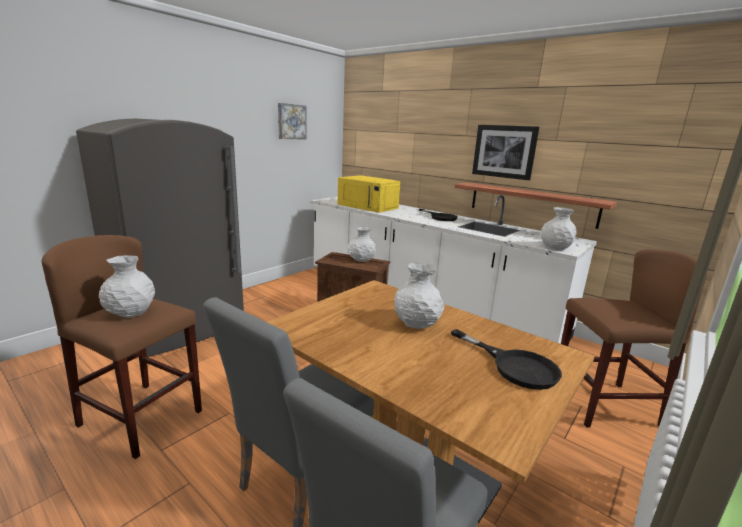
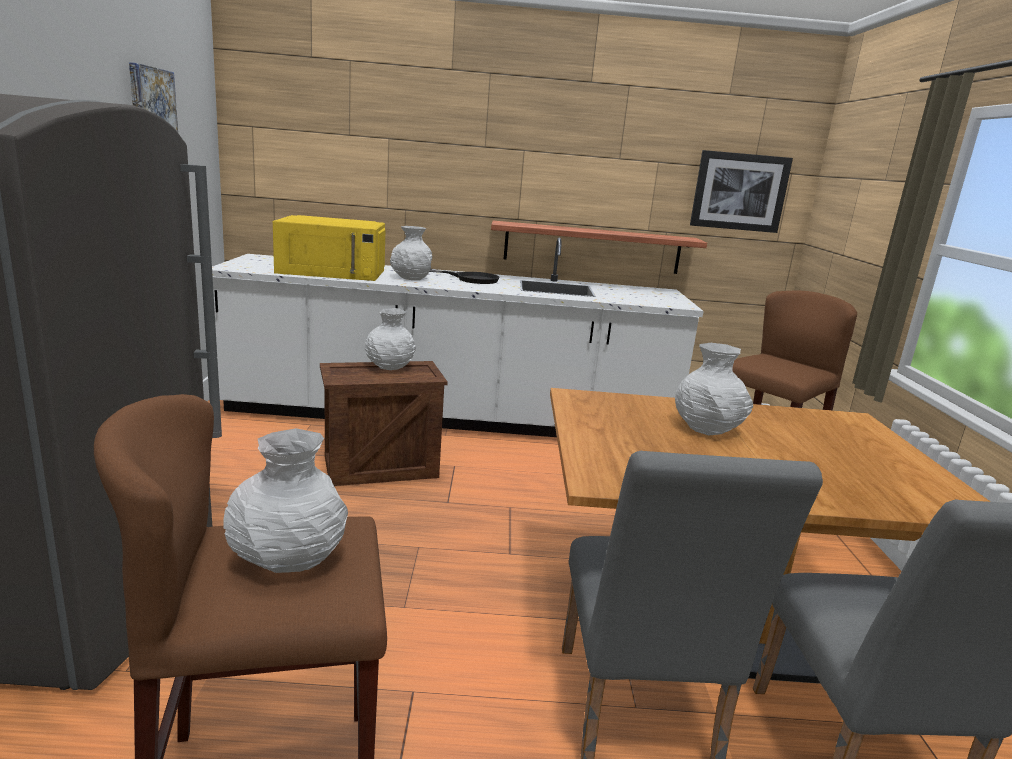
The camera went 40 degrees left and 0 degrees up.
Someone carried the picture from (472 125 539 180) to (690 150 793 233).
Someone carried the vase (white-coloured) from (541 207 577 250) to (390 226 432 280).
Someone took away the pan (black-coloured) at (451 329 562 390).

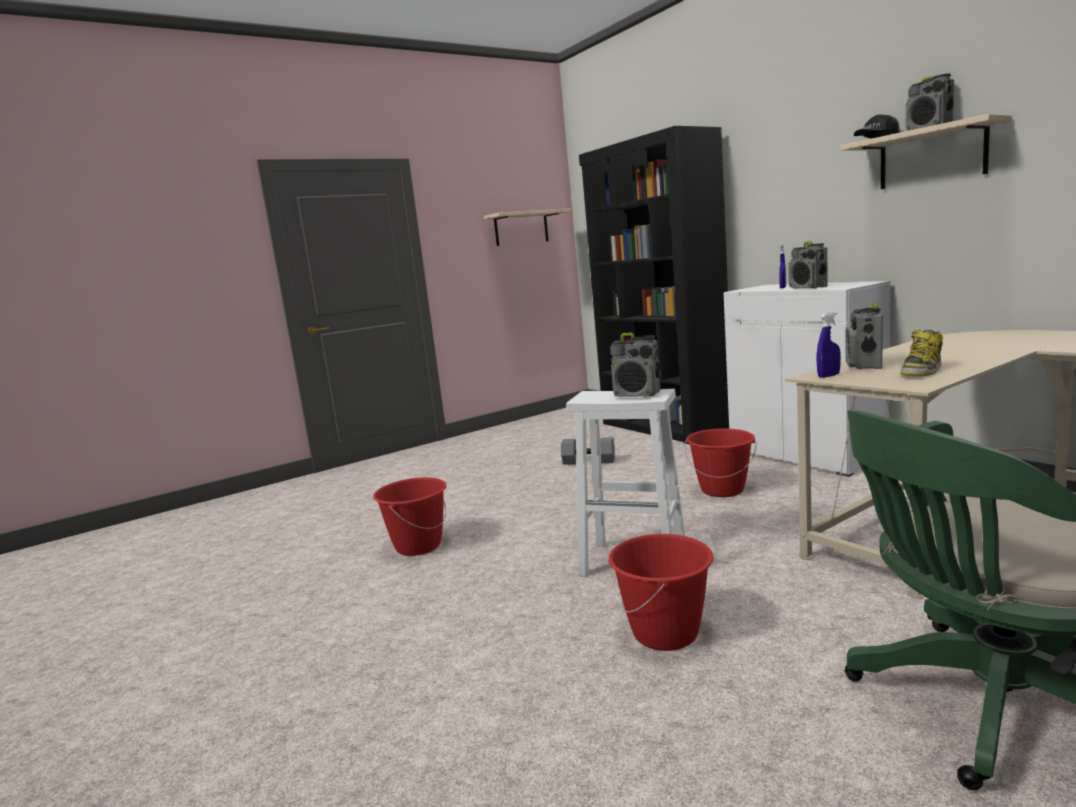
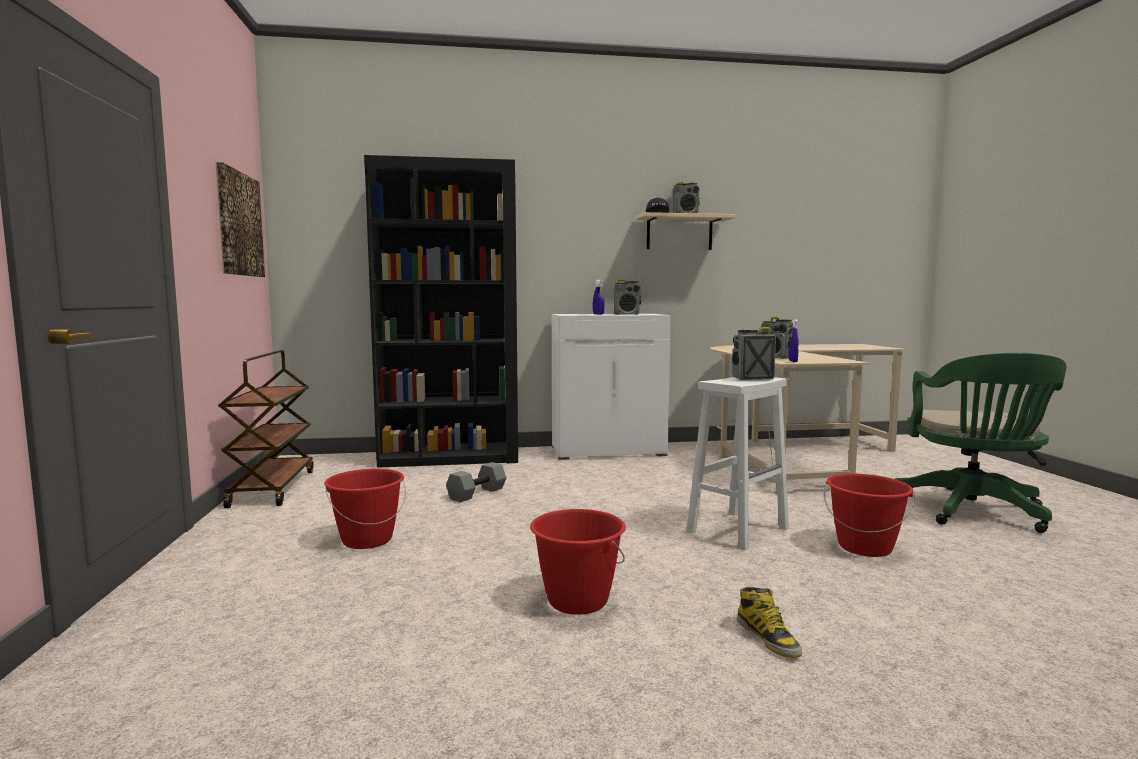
The camera went 65 degrees left and 5 degrees down.
Someone swapped the shelf (sand-coloured) at (484 208 571 246) for the picture at (216 162 265 277).
Someone carried the boot from (900 330 943 376) to (737 587 802 658).
Someone rotated the radio at (610 333 661 397) by 150 degrees counterclockwise.
Someone carried the pail (red-coloured) from (685 428 756 497) to (324 469 406 549).
Someone put down the cart (brown-coloured) at (218 350 314 508).

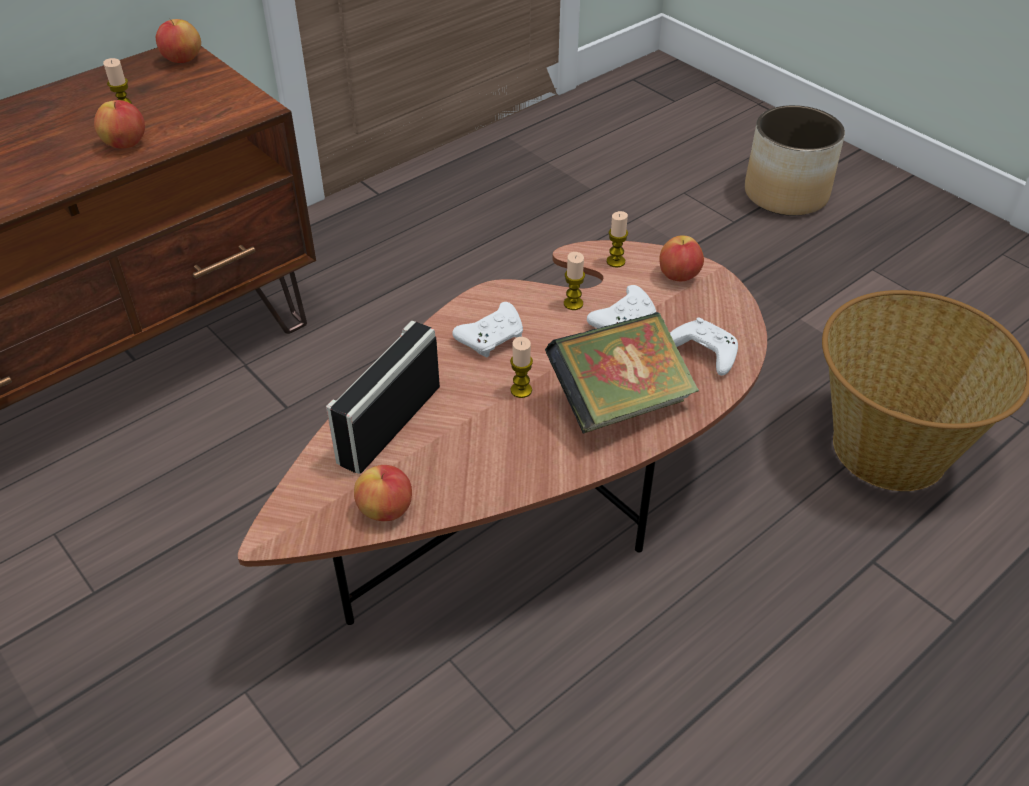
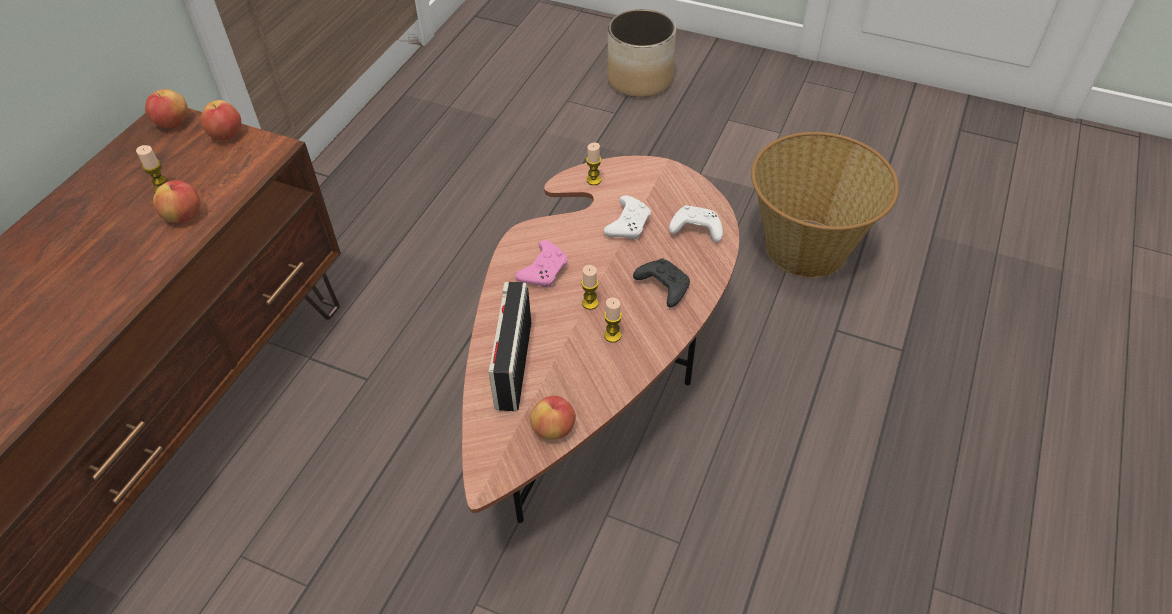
The camera went 25 degrees left and 5 degrees up.
Someone carried the apple fruit from (659 236 704 281) to (201 100 241 140).
Someone carried the wax candle from (564 252 585 310) to (604 297 622 343).
Someone repainted the gamepad (white-coloured) at (452 302 523 357), which became the gamepad (pink) at (515 240 568 288).
Someone swapped the volume at (545 312 699 433) for the gamepad (black-coloured) at (633 258 690 308).

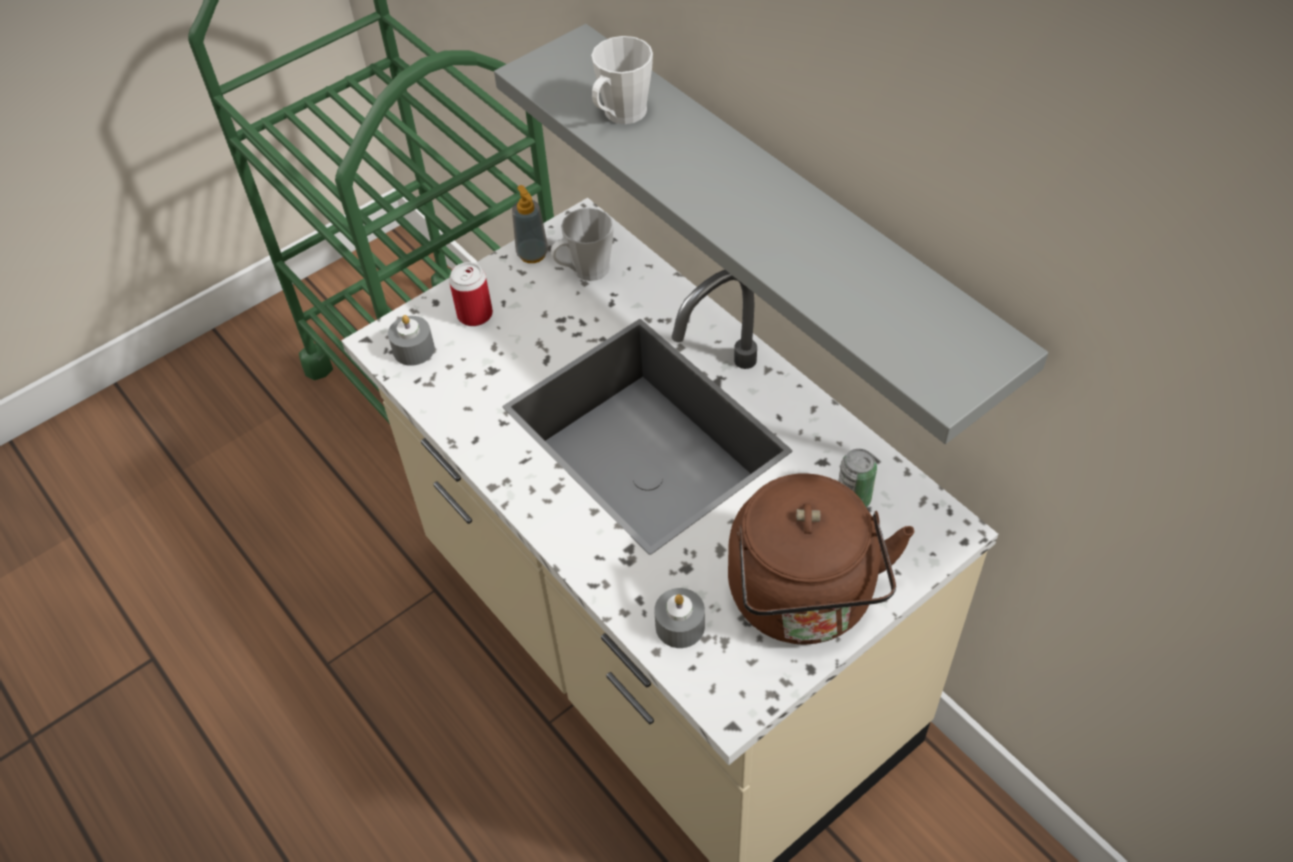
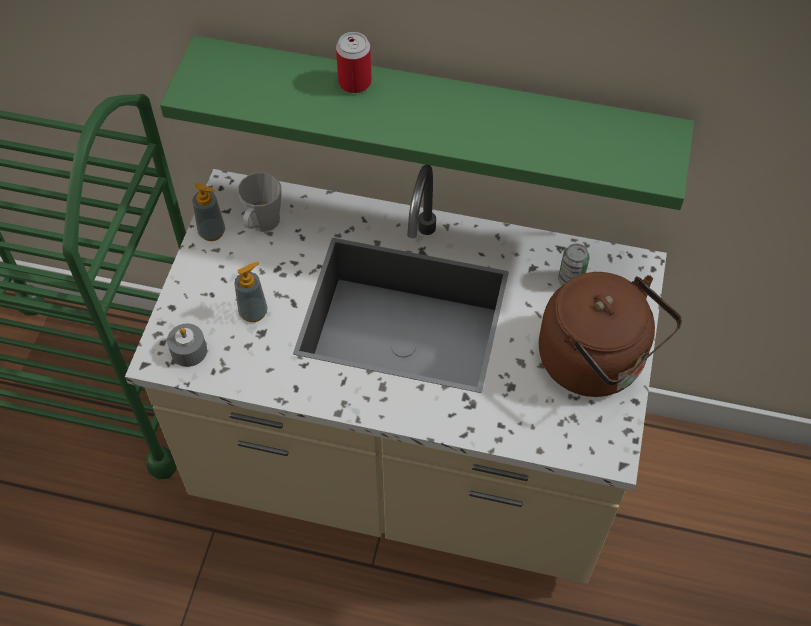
The camera went 40 degrees left and 5 degrees up.
Someone repainted the shelf (gray) at (494 24 1048 444), which became the shelf (green) at (160 36 694 210).
Someone took away the tea mug (white-coloured) at (591 36 653 124).
Someone carried the can from (449 262 493 326) to (336 32 372 93).
Someone took away the wax candle (gray) at (654 588 705 648).
Someone put down the soap bottle at (234 262 268 322).

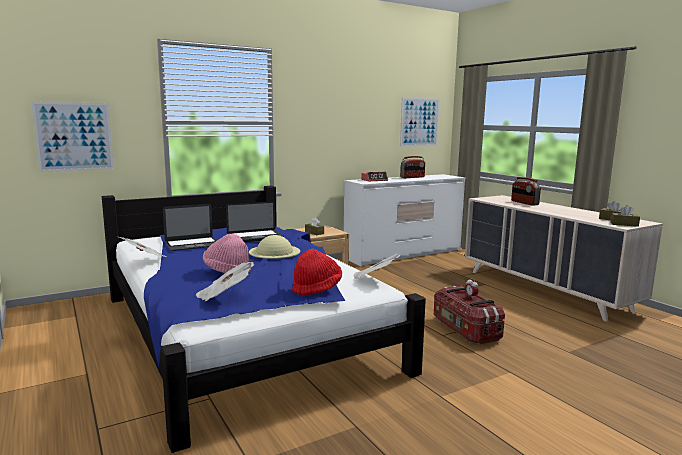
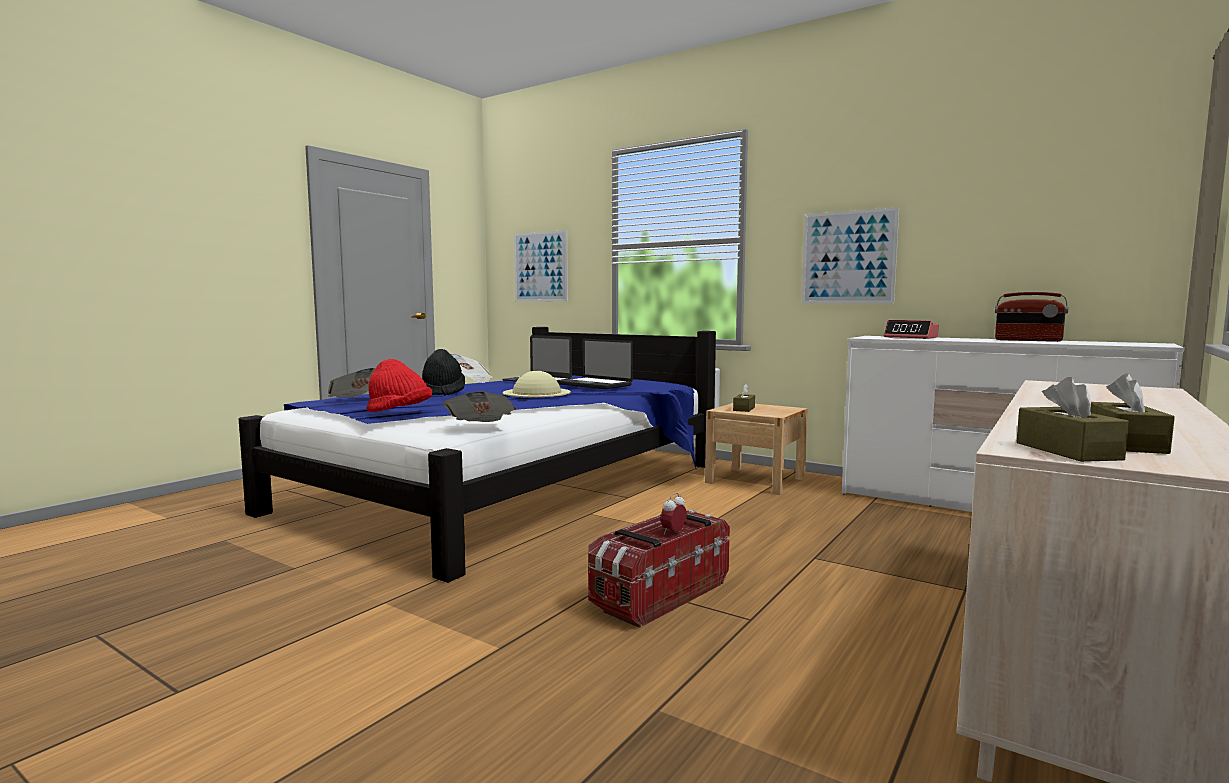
The camera went 65 degrees right and 5 degrees down.
Someone carried the picture from (400 97 439 147) to (802 207 899 304).
Someone took away the radio at (511 177 541 206).
Someone repainted the wearable hat (pink) at (203 234 251 273), which became the wearable hat (black-coloured) at (422 349 465 396).

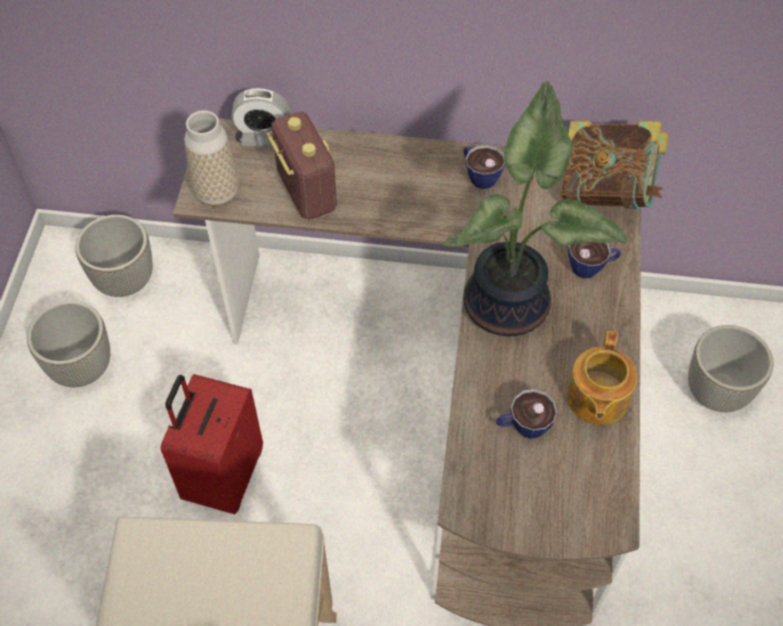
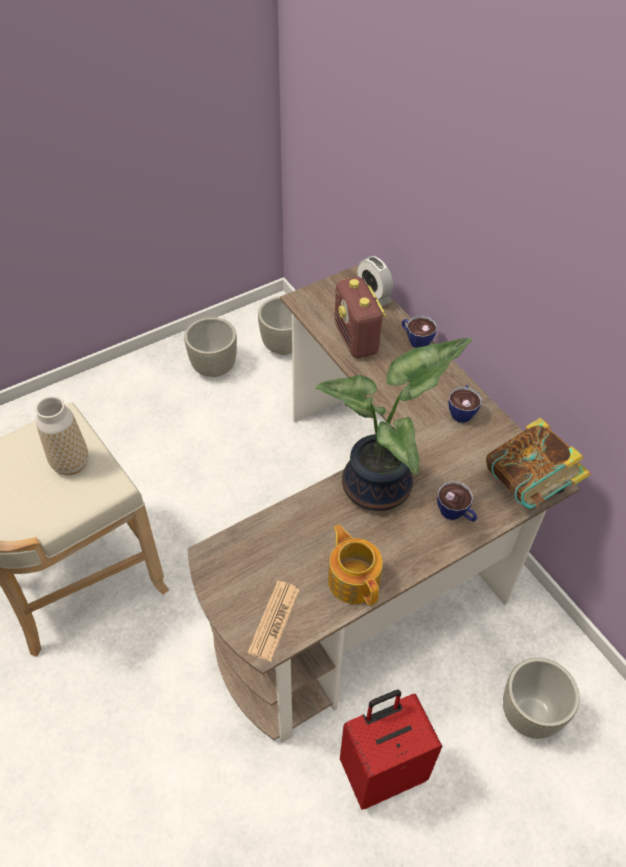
The camera went 50 degrees right and 5 degrees down.
Someone carried the vase from (184 110 239 207) to (35 396 88 475).
Someone rotated the radio at (267 111 337 220) by 135 degrees clockwise.
Someone rotated the tea pot at (566 331 637 425) by 90 degrees clockwise.
Someone carried the travel case (red-coloured) from (161 374 263 514) to (340 690 442 810).
Someone carried the cup from (496 389 557 439) to (402 316 437 348).
Someone put down the newspaper at (247 581 300 661).

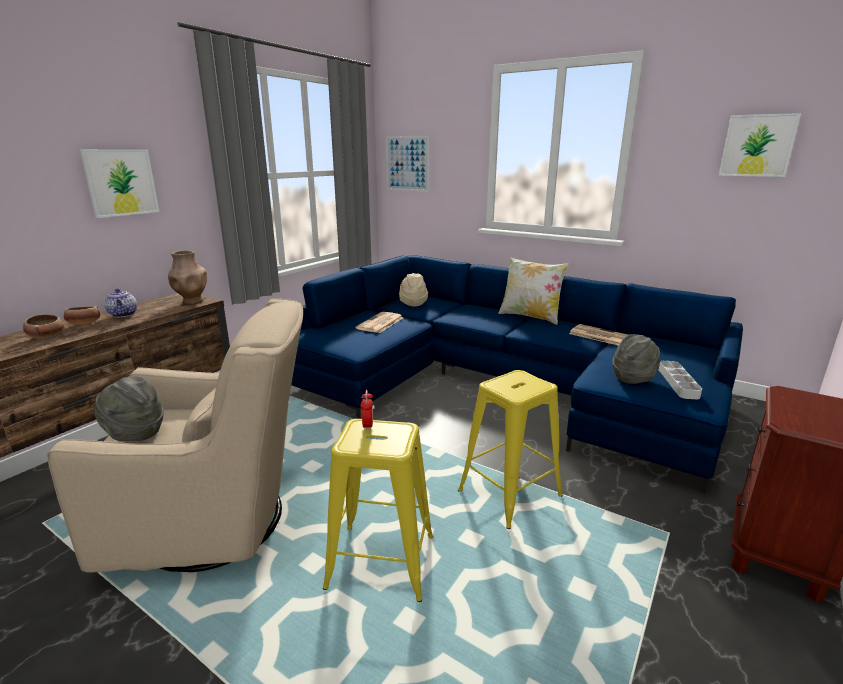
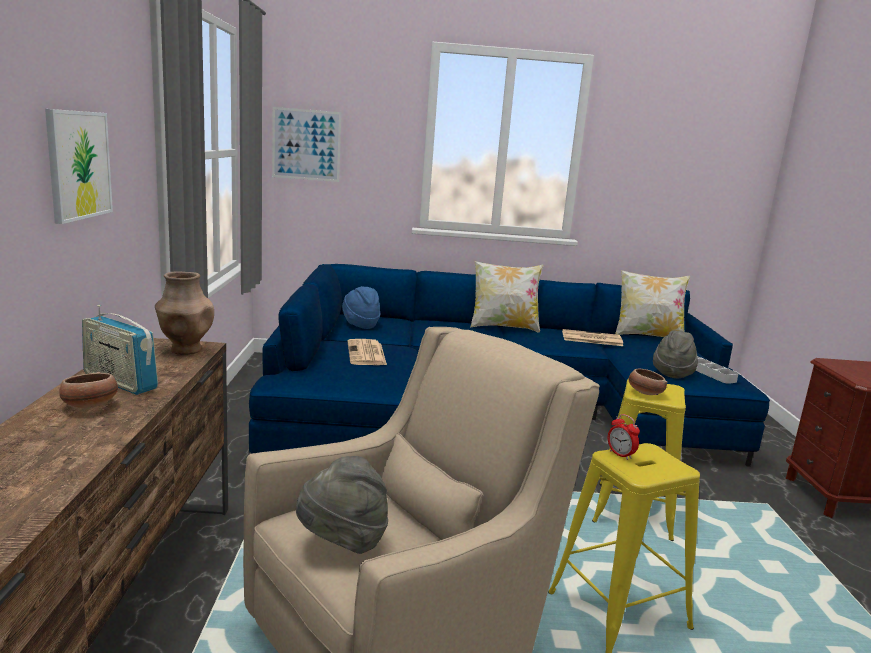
The camera went 35 degrees left and 5 degrees down.
Someone took away the picture at (718 113 801 177).
Someone repainted the wearable hat (sand-coloured) at (399 273 428 306), which became the wearable hat (blue) at (342 286 381 329).
Someone swapped the tea pot at (104 288 137 317) for the radio at (82 305 158 395).
Someone carried the bowl from (23 314 64 338) to (629 368 667 395).
Someone put down the cushion at (615 270 690 337).

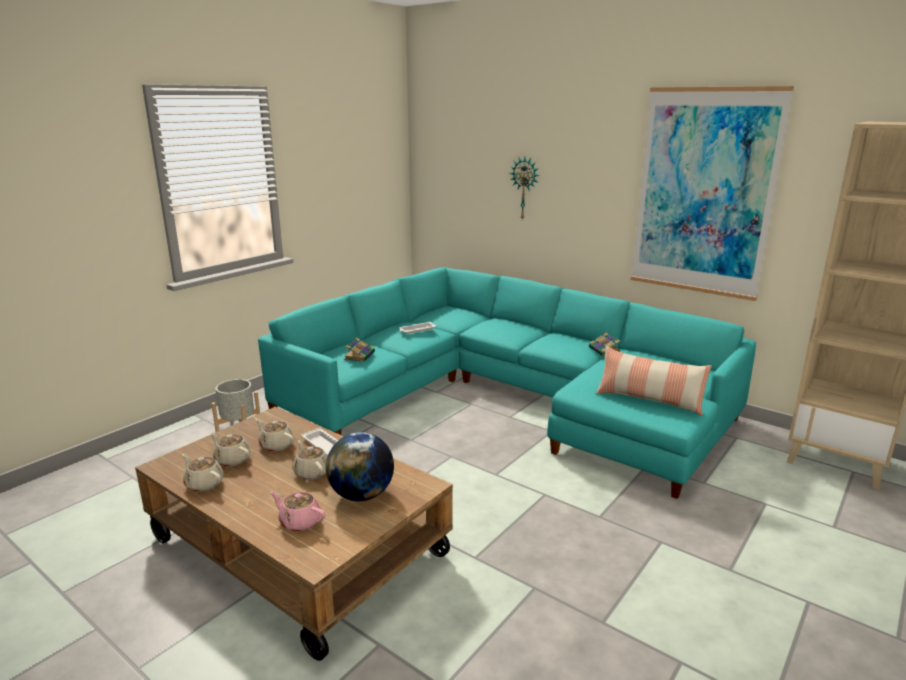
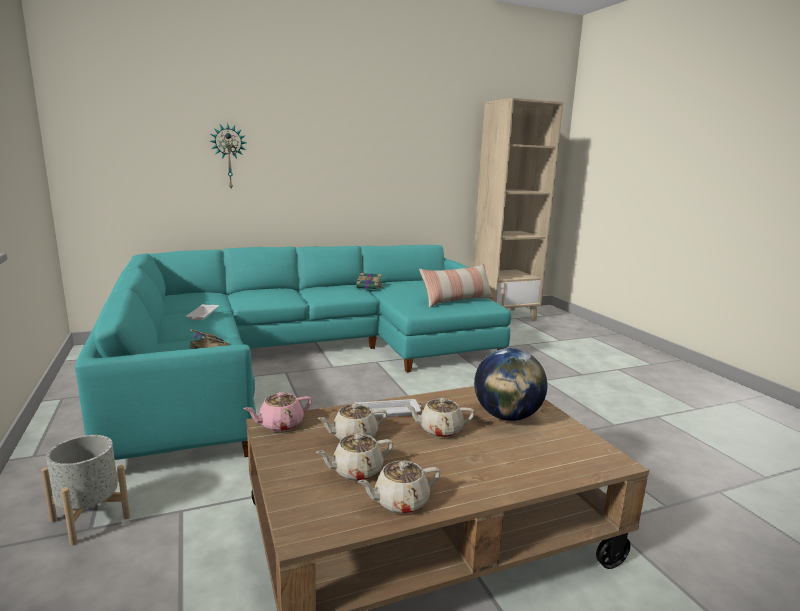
The camera went 60 degrees left and 5 degrees down.
Someone took away the picture at (631 86 794 301).
Someone carried the tea pot (pink) from (270 491 326 531) to (243 392 312 432).

